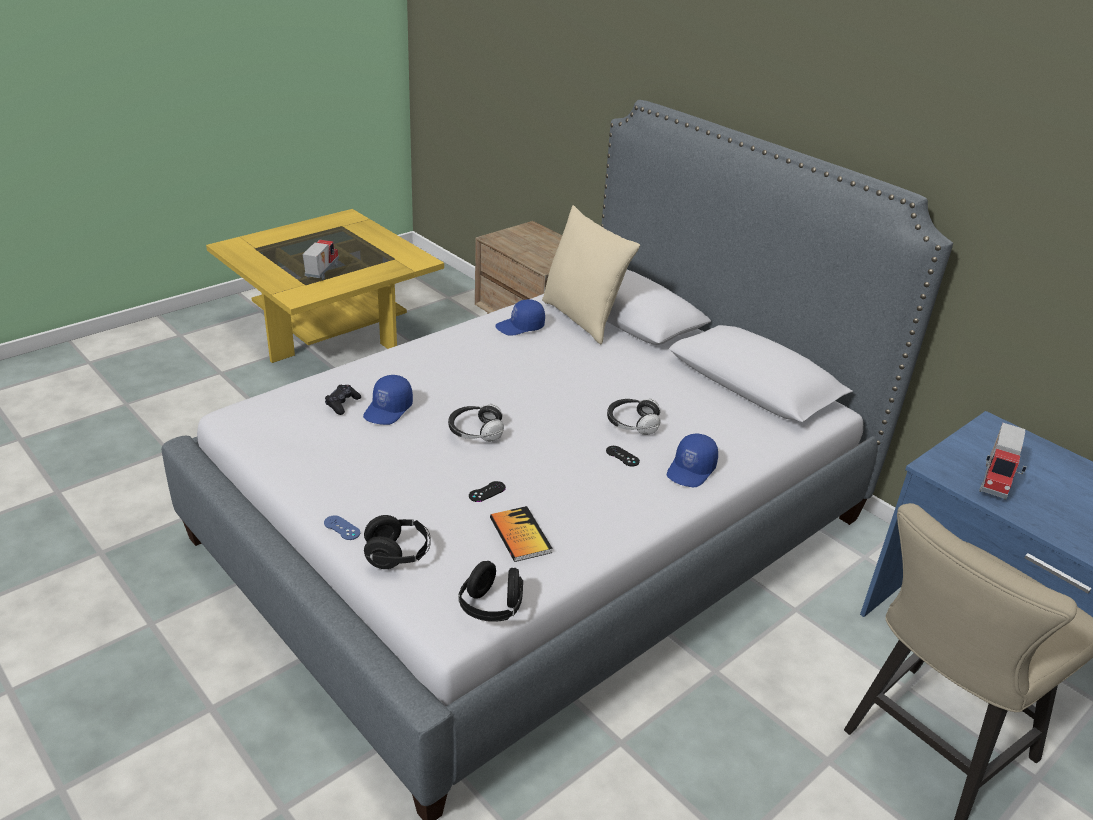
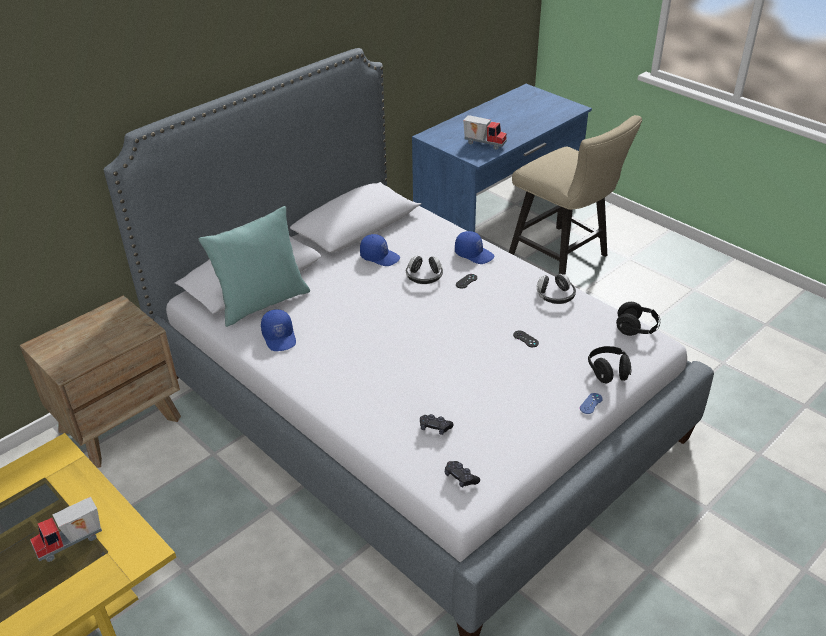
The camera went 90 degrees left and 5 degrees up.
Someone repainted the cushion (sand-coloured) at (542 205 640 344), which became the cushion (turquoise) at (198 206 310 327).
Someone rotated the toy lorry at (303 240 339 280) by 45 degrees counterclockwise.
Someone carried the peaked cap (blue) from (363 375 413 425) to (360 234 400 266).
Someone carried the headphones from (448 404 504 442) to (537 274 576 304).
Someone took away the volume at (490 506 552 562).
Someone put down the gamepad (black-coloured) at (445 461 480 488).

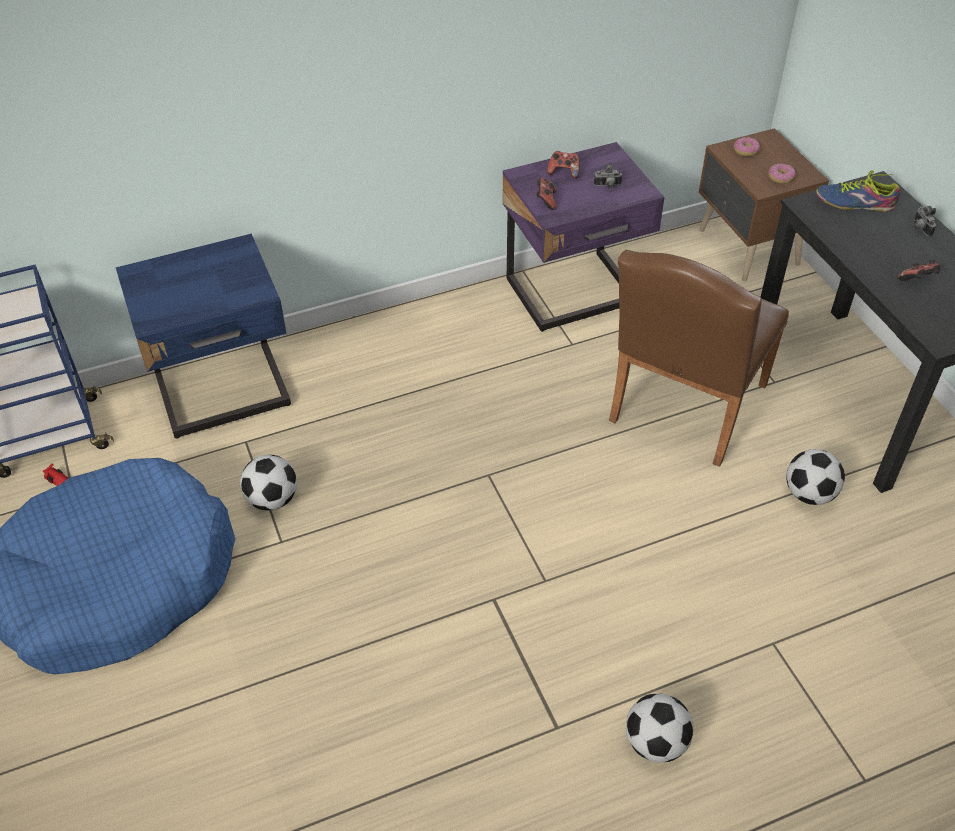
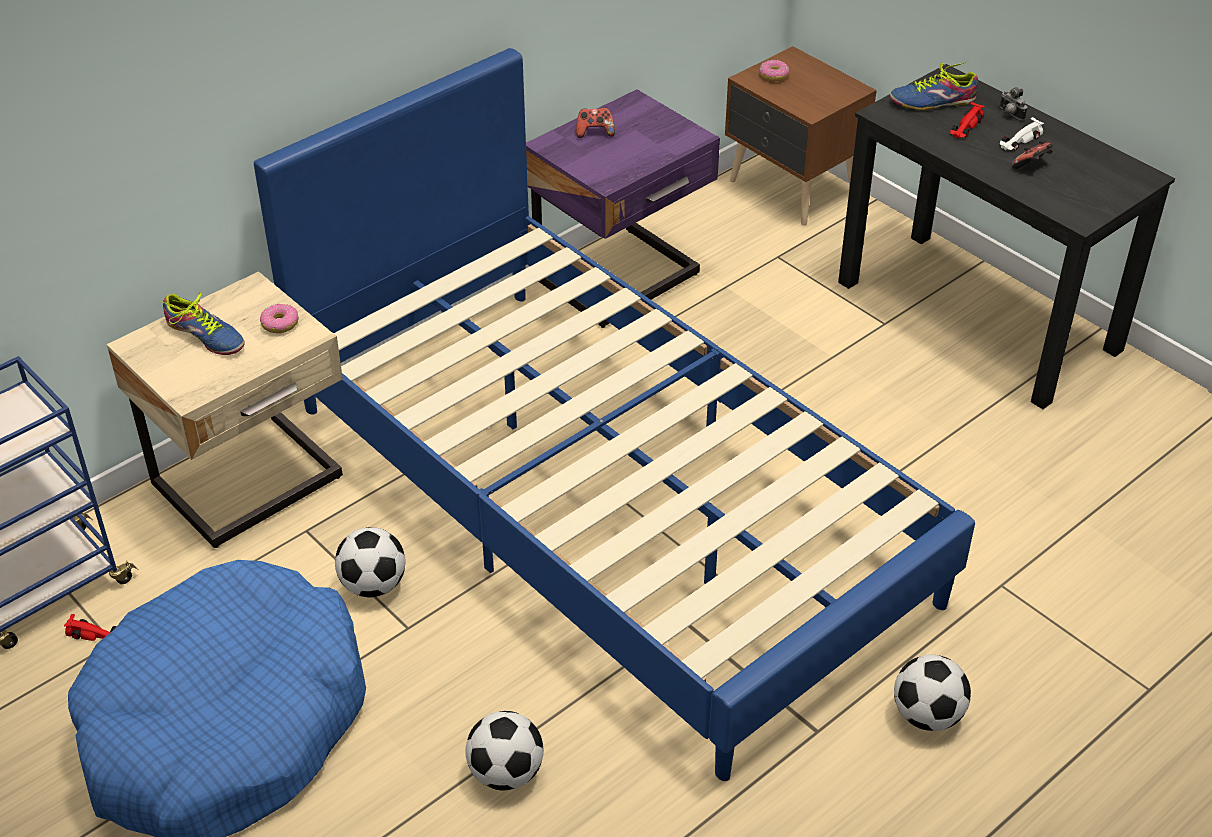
The camera went 20 degrees left and 5 degrees down.
Someone took away the still camera at (594 163 622 188).
Someone carried the donut from (768 163 796 184) to (260 304 299 333).
Someone took away the gamepad at (536 178 557 210).
Someone repainted the night table (blue) at (116 234 291 438), which became the night table (sand-coloured) at (107 271 343 548).
Someone took away the upright chair (brown-coloured) at (609 250 789 467).
Someone carried the ball for football from (786 449 845 505) to (465 711 544 791).
Someone put down the sleeping bed (blue) at (254 48 975 781).
Someone put down the toy car (red-coloured) at (950 102 985 138).
Someone put down the toy car (white-coloured) at (1000 117 1044 151).
Someone put down the item of footwear at (159 292 245 355).

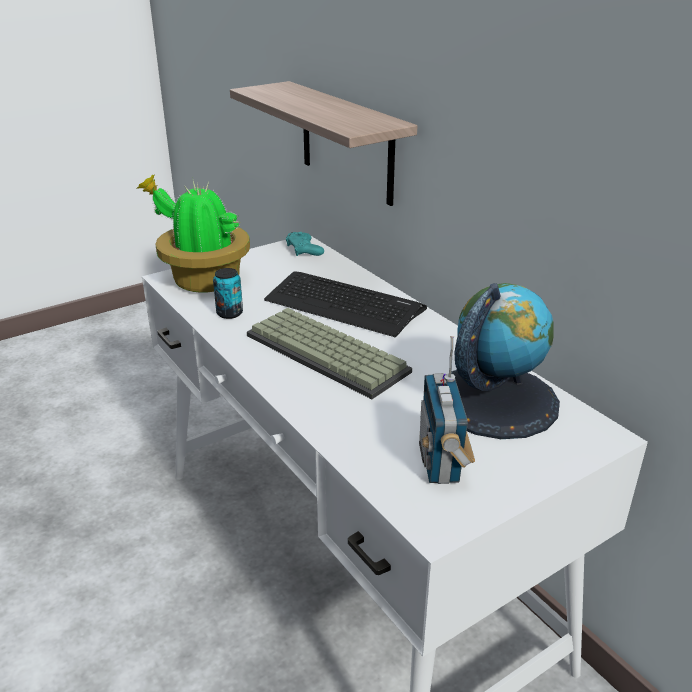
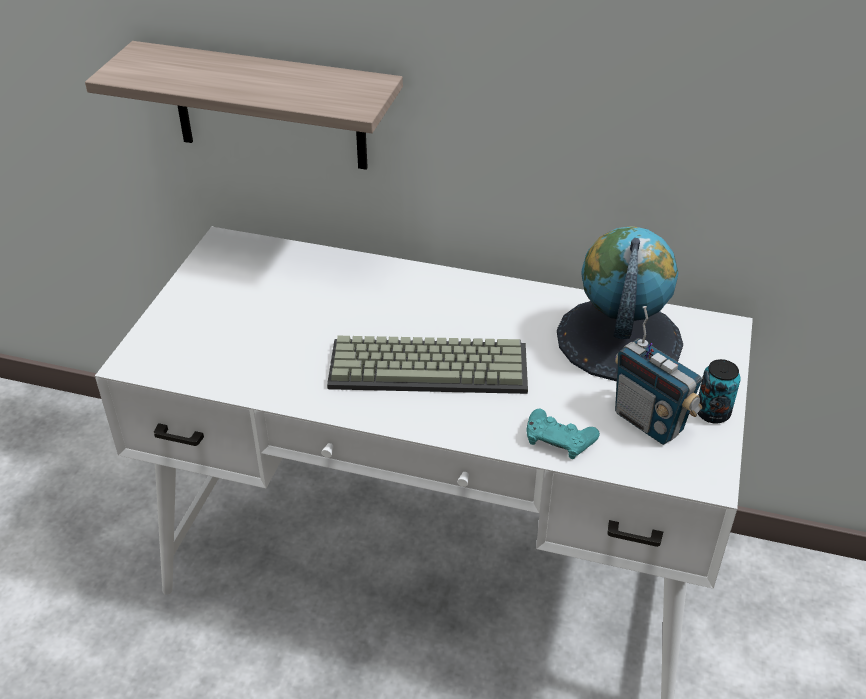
The camera went 40 degrees left and 10 degrees up.
Someone took away the plant in a pot at (137 175 250 293).
Someone carried the gamepad (turquoise) from (286 232 324 256) to (527 409 600 459).
Someone carried the can from (213 268 243 319) to (697 359 741 424).
Someone took away the PC keyboard at (264 271 427 337).

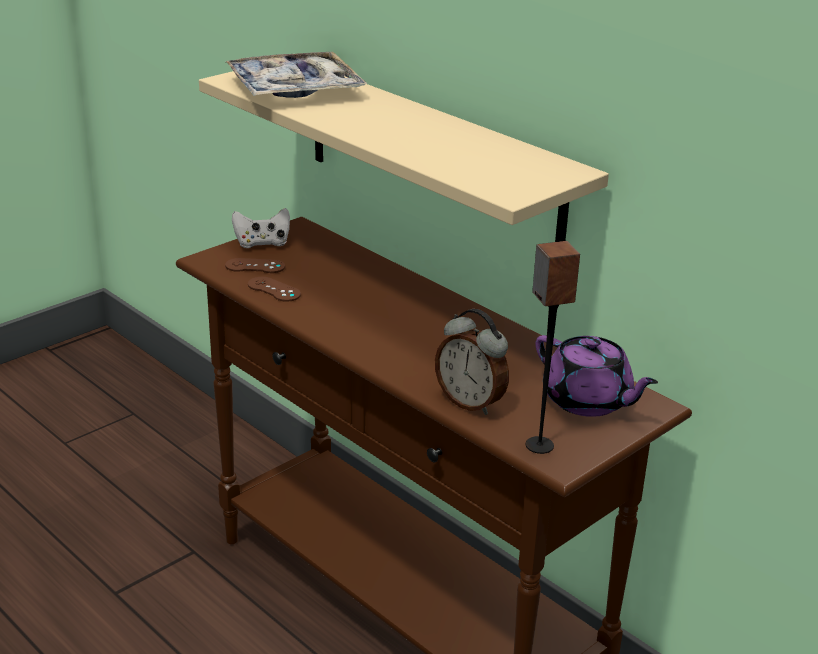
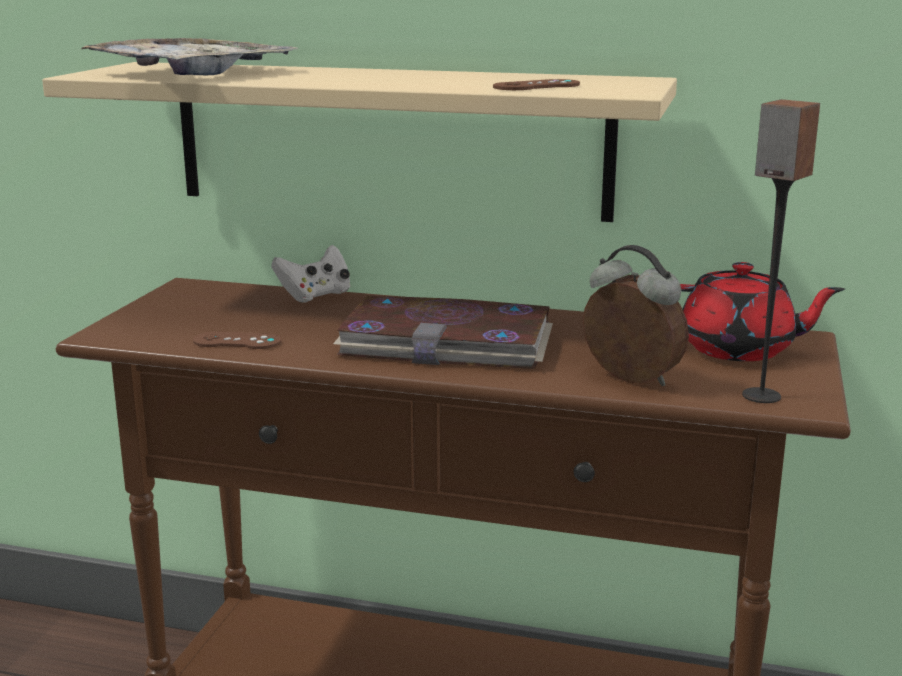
The camera went 30 degrees left and 10 degrees down.
Someone carried the gamepad (white-coloured) from (232 208 290 248) to (271 245 350 303).
Someone carried the gamepad (brown-coloured) from (225 258 285 273) to (493 79 580 90).
Someone rotated the alarm clock at (435 309 509 415) by 150 degrees counterclockwise.
Someone repainted the tea pot (purple-coloured) at (535 335 658 417), which became the tea pot (red-coloured) at (680 262 845 361).
Someone put down the volume at (333 295 553 369).

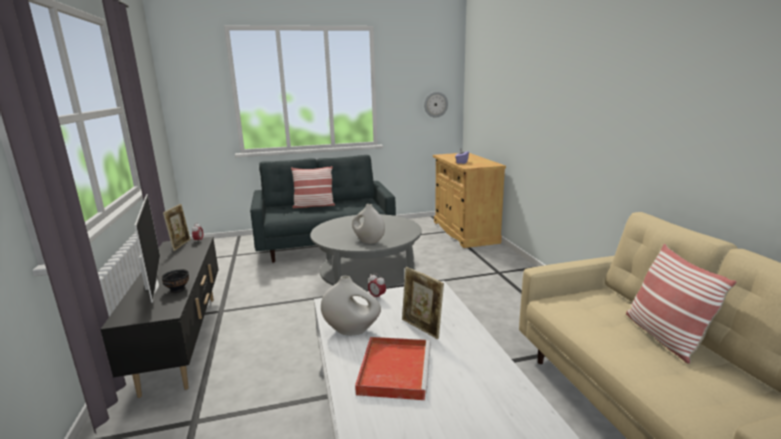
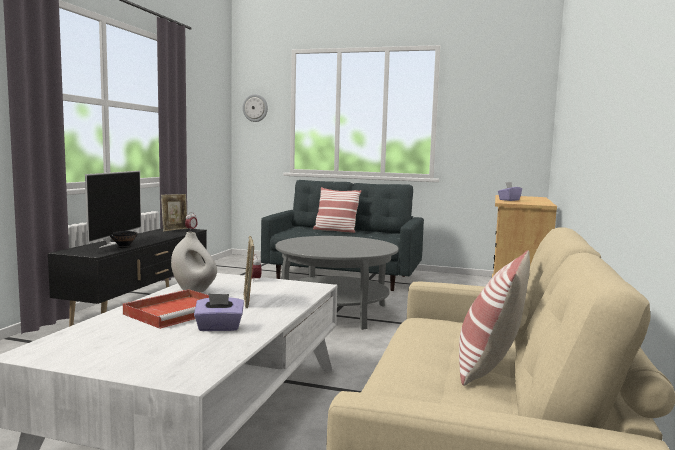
The camera went 30 degrees right and 10 degrees down.
Someone carried the clock on the wall from (424 92 448 118) to (243 94 268 122).
Someone took away the vase (white-coloured) at (352 204 385 244).
Someone put down the tissue box (purple-coloured) at (194 293 244 331).

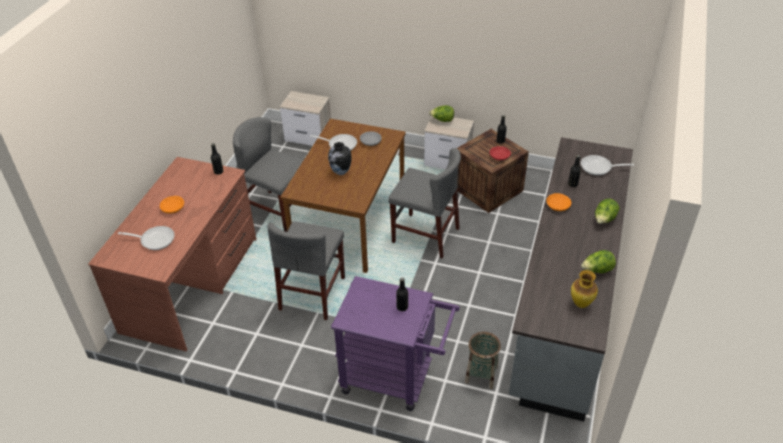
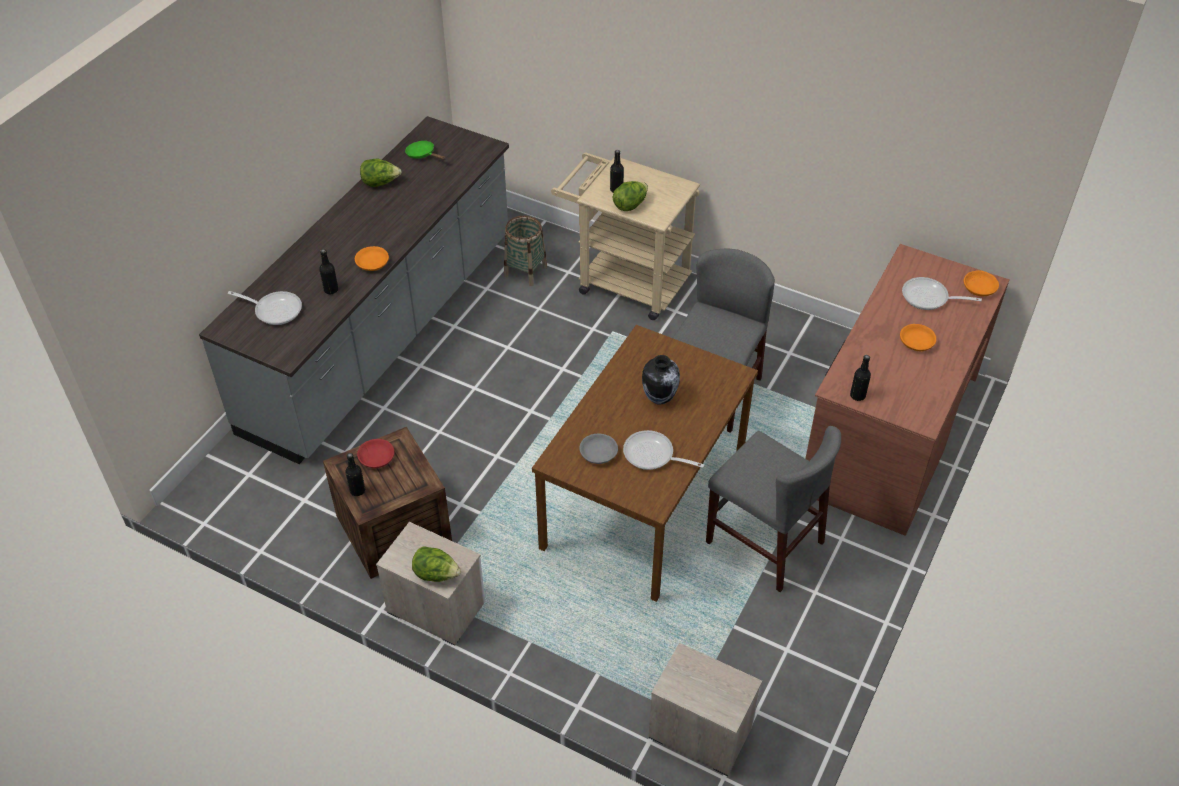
The camera went 170 degrees left and 5 degrees up.
Someone took away the upright chair (gray) at (388 148 461 258).
Someone carried the head of lettuce from (595 199 620 224) to (613 181 648 211).
Someone swapped the vase at (571 270 598 308) for the pan (green) at (405 141 446 160).
Someone repainted the cart (purple-coloured) at (331 276 460 411), which became the cart (sand-coloured) at (551 152 700 320).
Someone put down the bowl (orange-coloured) at (964 270 999 296).

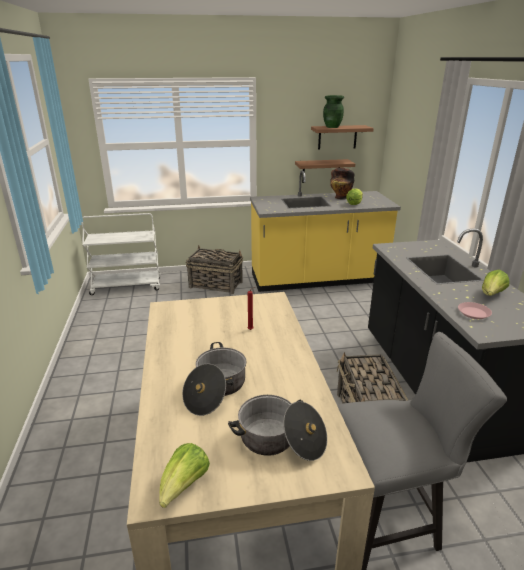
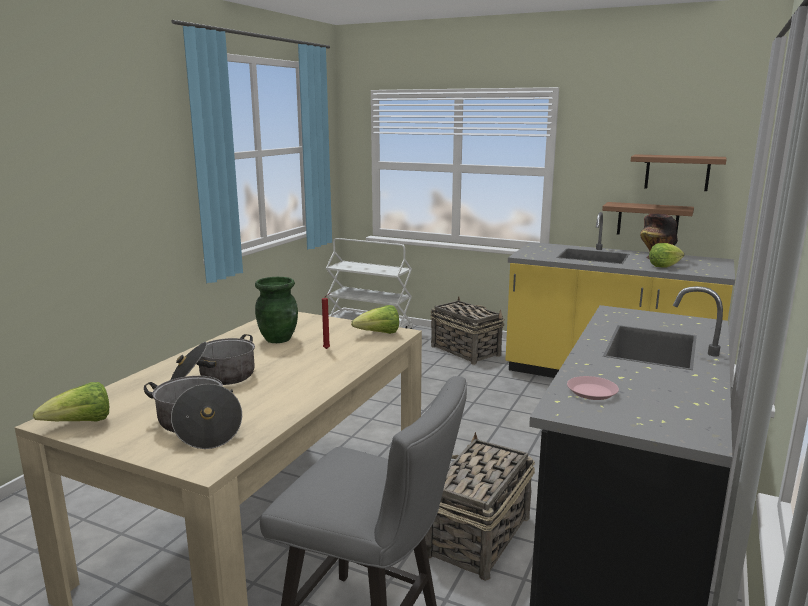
The camera went 35 degrees right and 10 degrees down.
Someone carried the vase (green) from (323 95 344 128) to (255 277 298 343).
Someone carried the head of lettuce from (482 270 509 296) to (351 305 399 334).

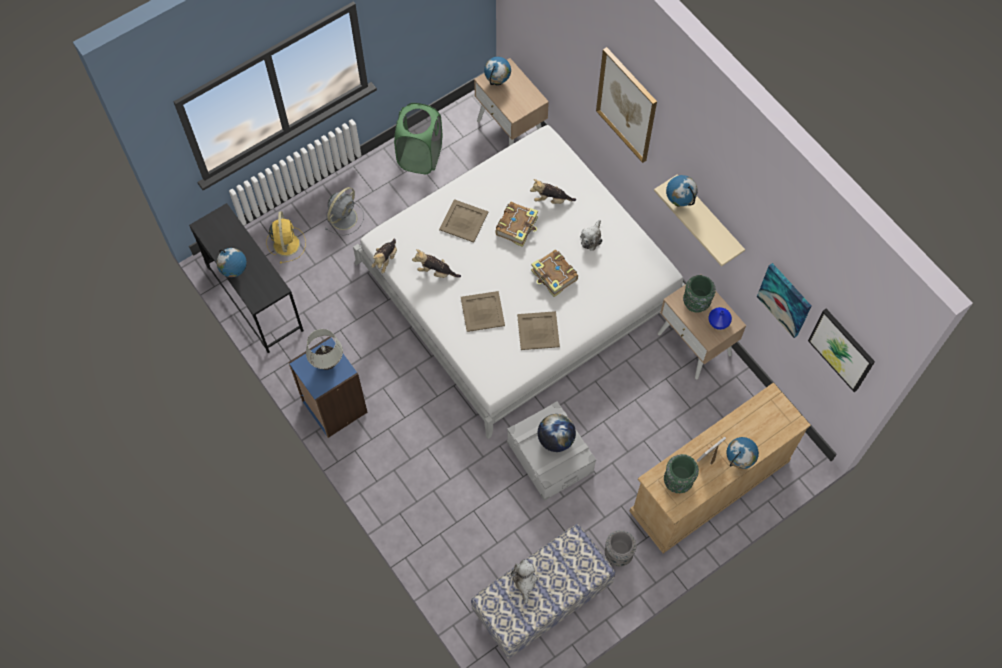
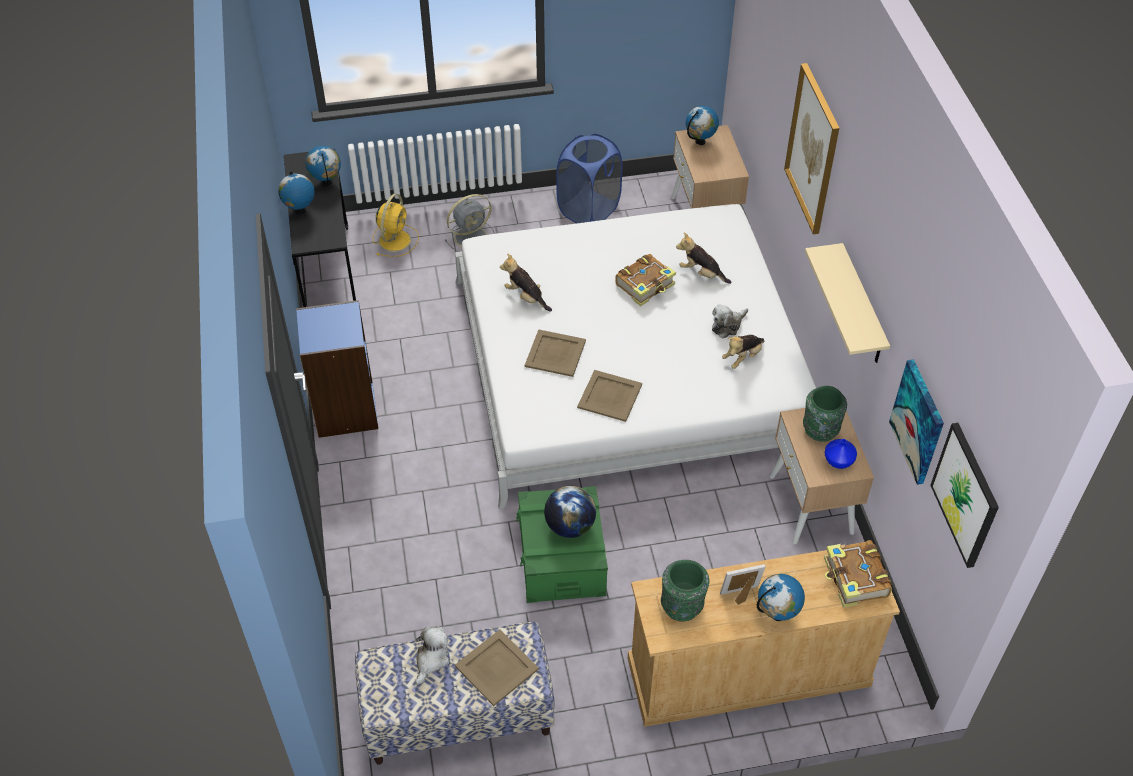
The camera went 25 degrees right and 15 degrees down.
Someone repainted the washing basket (green) at (394 103 442 174), which became the washing basket (blue) at (556 134 622 223).
Someone carried the desk globe from (666 175 698 207) to (305 146 341 186).
Someone carried the tray (sand-coloured) from (439 199 488 243) to (455 629 539 706).
Someone carried the plush toy from (371 238 397 273) to (722 335 765 369).
Someone carried the volume from (531 250 578 297) to (824 540 892 607).
Someone took away the tabletop lamp (white-coloured) at (306 329 343 370).
Someone repainted the storage box (gray) at (507 401 596 501), which became the storage box (green) at (516 486 608 603).
Someone took away the vase (gray) at (605 530 636 567).

